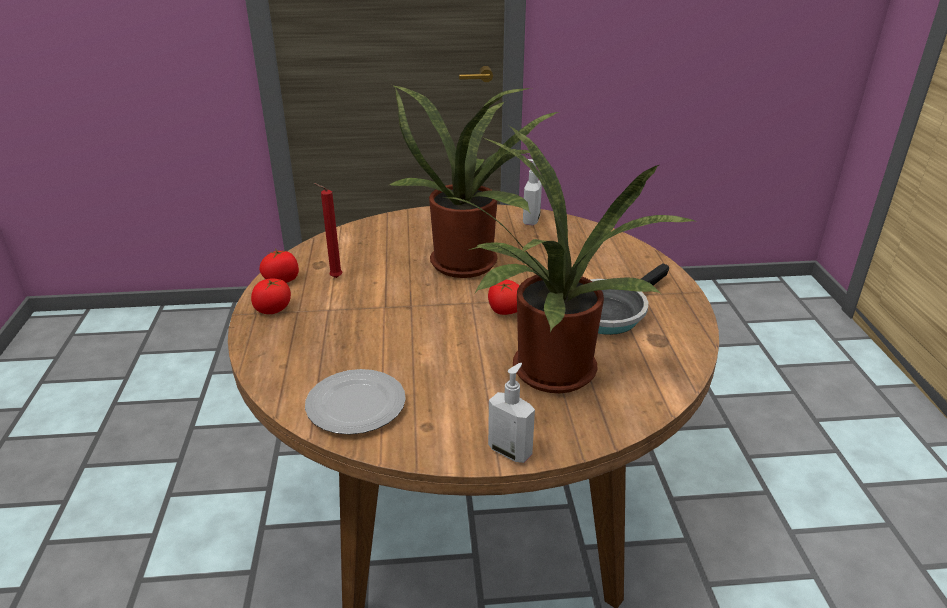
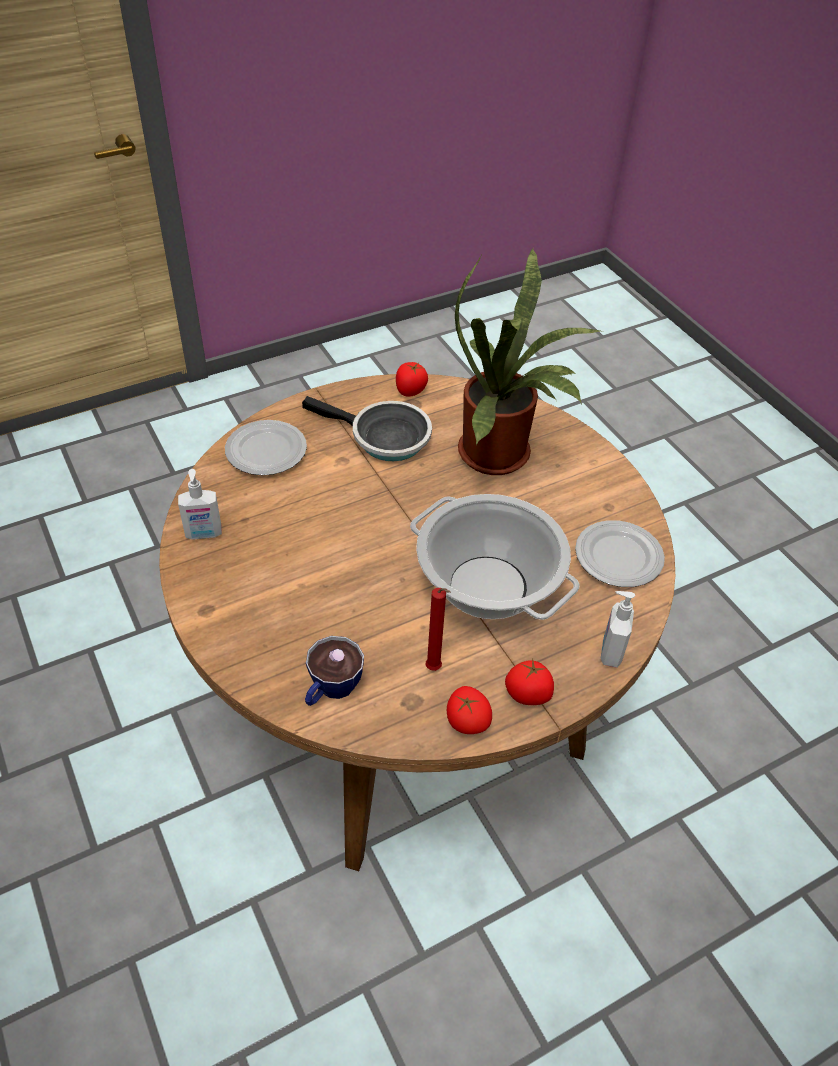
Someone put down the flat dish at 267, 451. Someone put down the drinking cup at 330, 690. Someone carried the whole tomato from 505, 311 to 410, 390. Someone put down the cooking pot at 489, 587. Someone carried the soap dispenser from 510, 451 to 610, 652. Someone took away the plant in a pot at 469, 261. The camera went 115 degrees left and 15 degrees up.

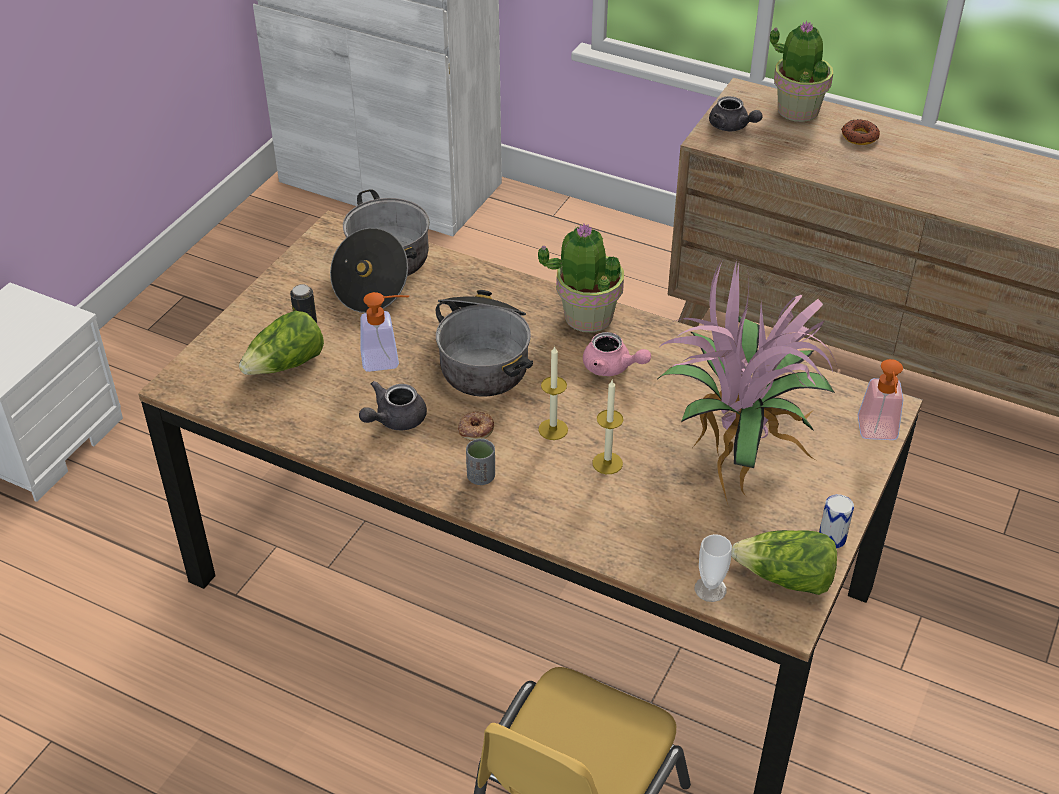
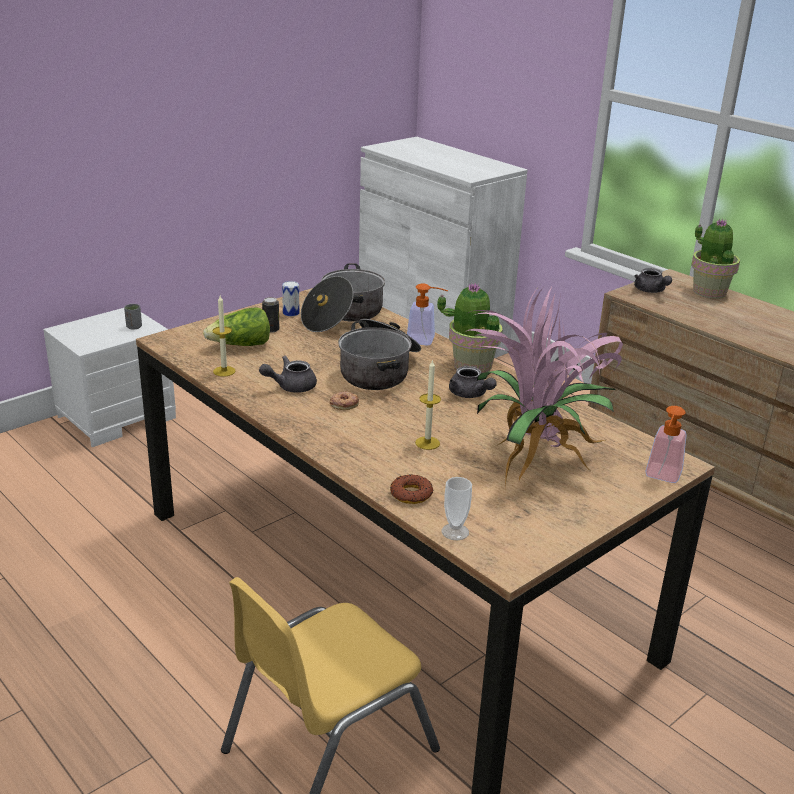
Someone carried the drinking cup/gray from 481, 477 to 134, 327. Someone carried the wax candle from 553, 429 to 224, 371. Someone carried the metal can from 832, 538 to 291, 313. Someone carried the donut from 859, 137 to 411, 494. Someone carried the soap dispenser from 388, 359 to 426, 341. Someone repainted the pot for tea/pink-coloured at 612, 367, which became the pot for tea/gray at 470, 395. Someone took away the lettuce at 786, 578. The camera went 20 degrees right and 15 degrees down.

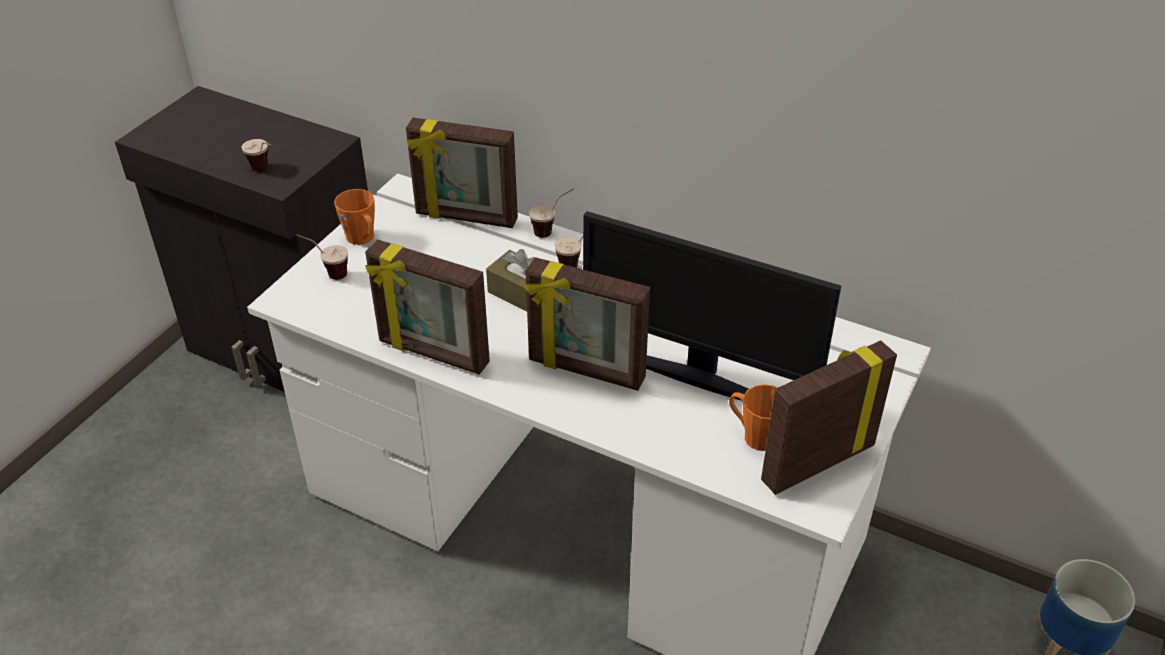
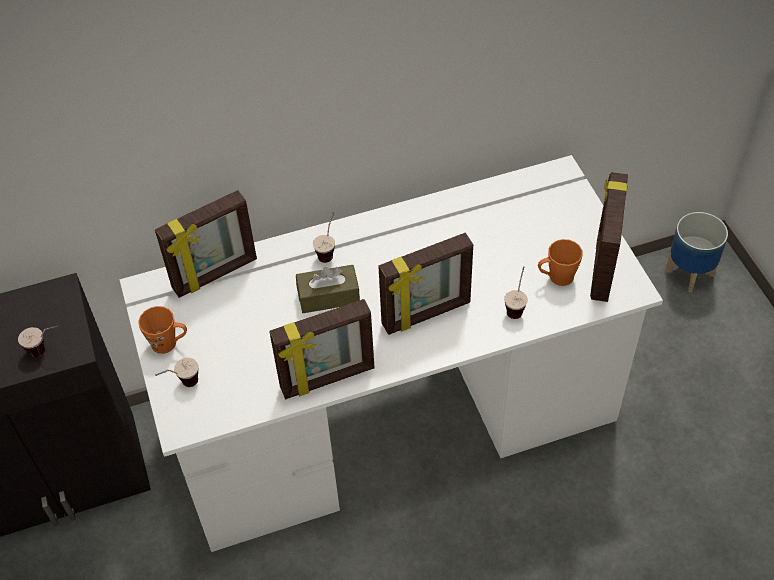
Someone carried the drinking cup from 552, 230 to 516, 305. Someone took away the computer display at 698, 376. The camera went 45 degrees left and 10 degrees up.

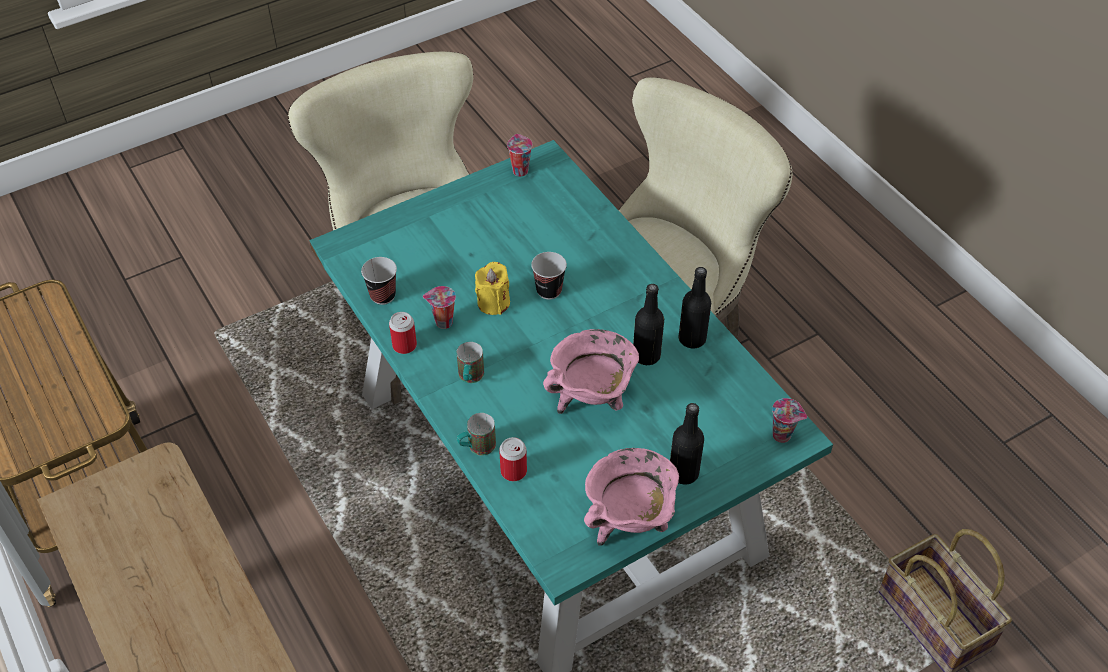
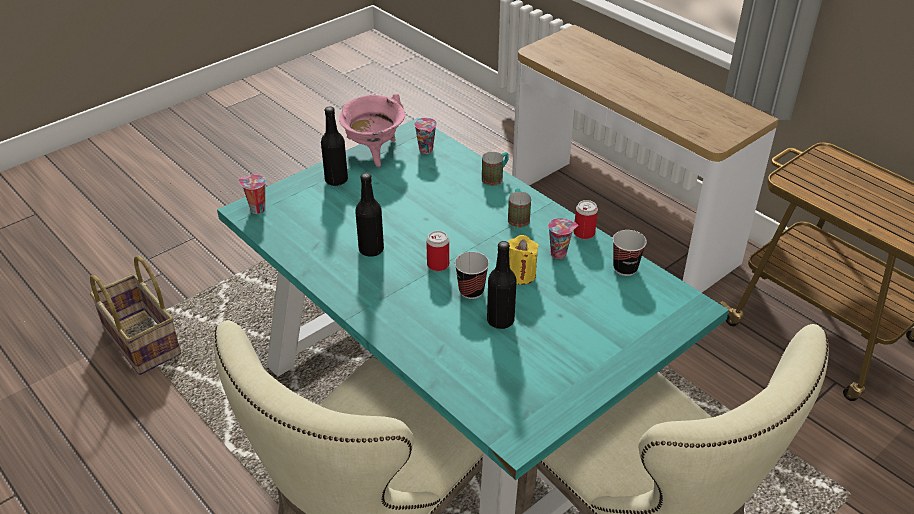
Someone carried the drinking cup from 519, 170 to 426, 150. Someone carried the metal can from 513, 471 to 438, 265. Someone carried the drink bottle/black from 692, 339 to 500, 320. Someone took away the cooking pot/pink-coloured at 592, 399. The camera went 170 degrees right and 10 degrees down.

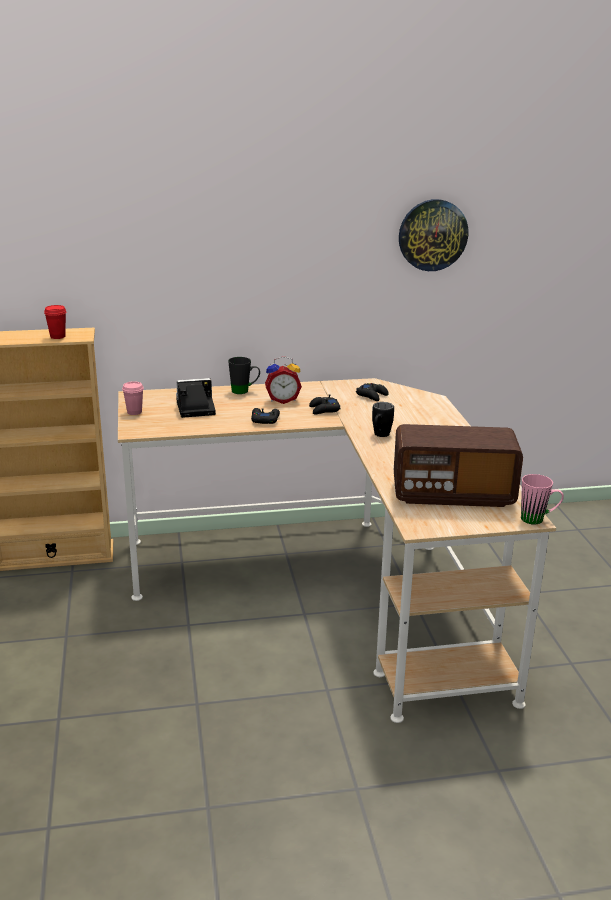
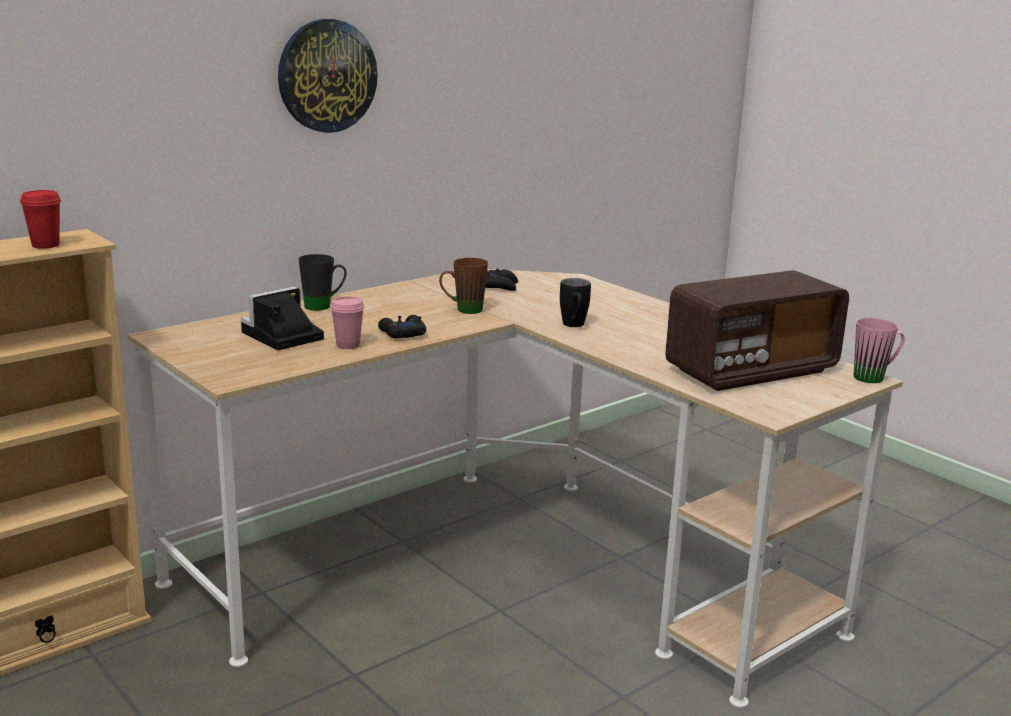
Someone carried the clock on the wall from 432, 235 to 326, 76. Someone carried the drinking cup/pink-coloured from 134, 412 to 348, 345. Someone swapped the gamepad/black at 324, 410 for the mug/brown-coloured at 462, 310. Someone took away the table clock at 282, 400. The camera went 30 degrees left and 5 degrees down.

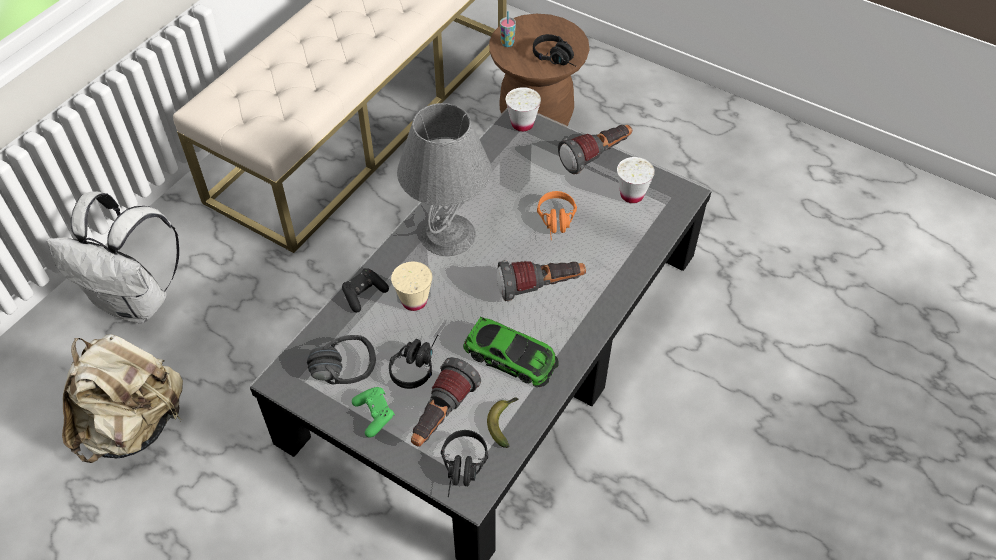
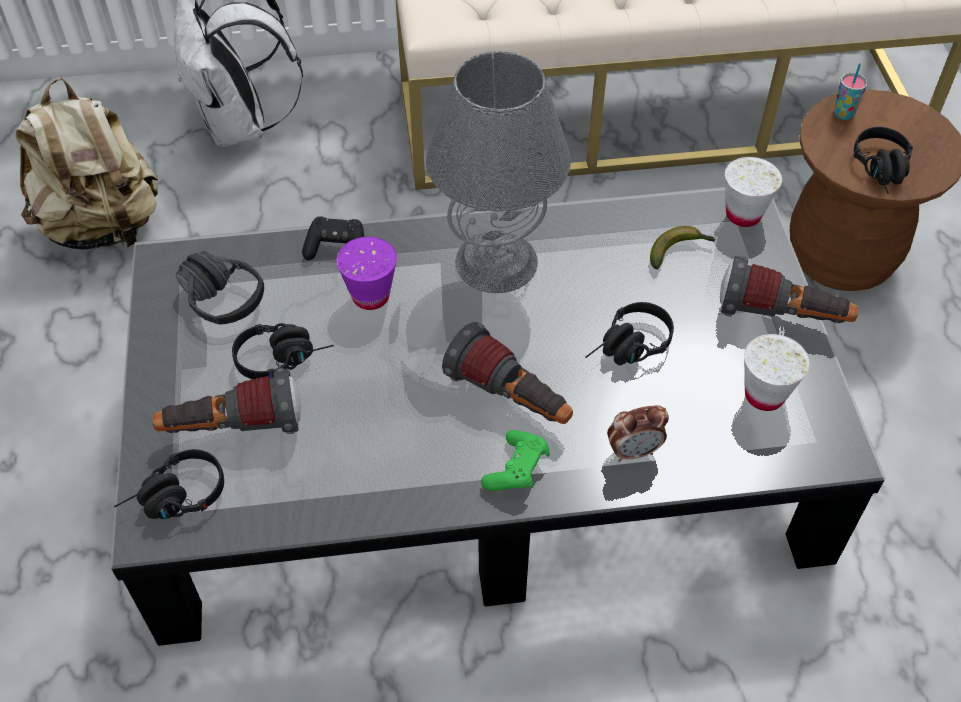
Someone repainted the drinking cup/beige at 414, 301, which became the drinking cup/purple at 370, 296. Someone carried the gamepad/green-coloured from 375, 415 to 517, 470. Someone repainted the pair of headphones/orangey at 557, 223, which became the pair of headphones/black at 628, 349. Someone put down the table clock at 634, 451. Someone carried the whole banana from 504, 422 to 679, 251. Someone took away the toy car at 511, 357. The camera went 50 degrees right and 0 degrees up.

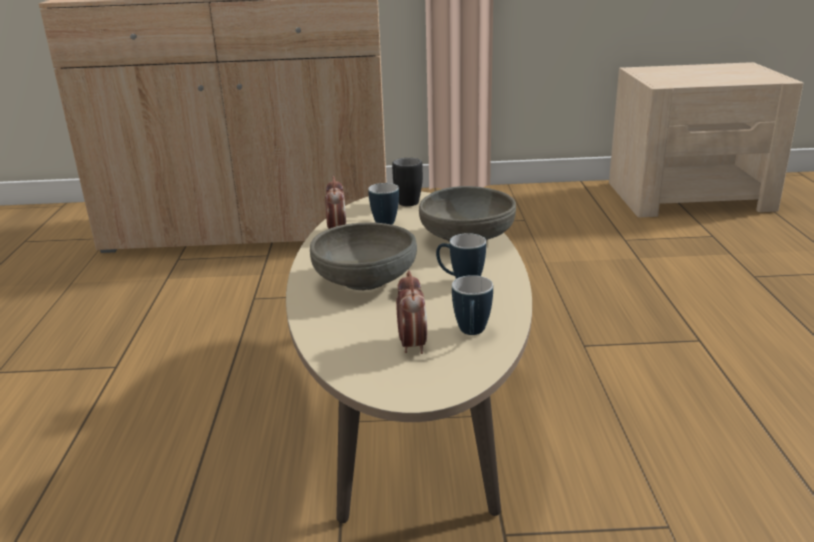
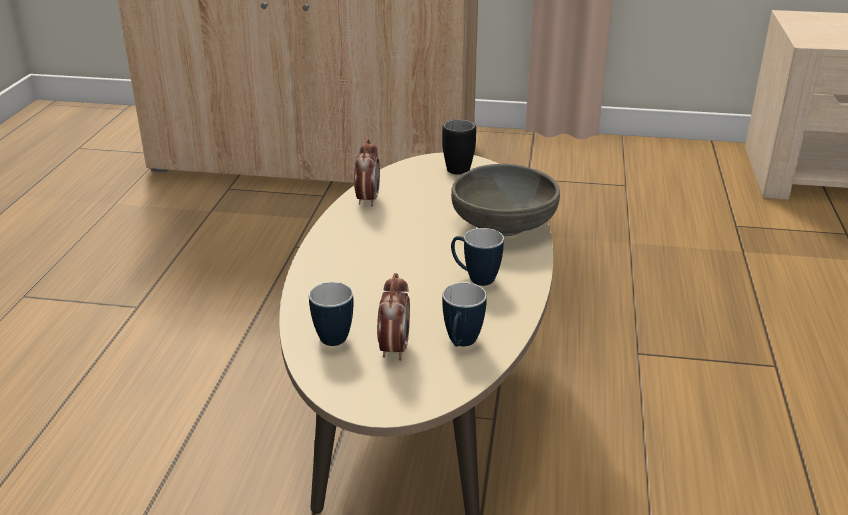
Someone carried the mug from 382, 221 to 331, 334. Someone took away the deep dish/gray at 365, 281. The camera went 10 degrees right and 5 degrees up.

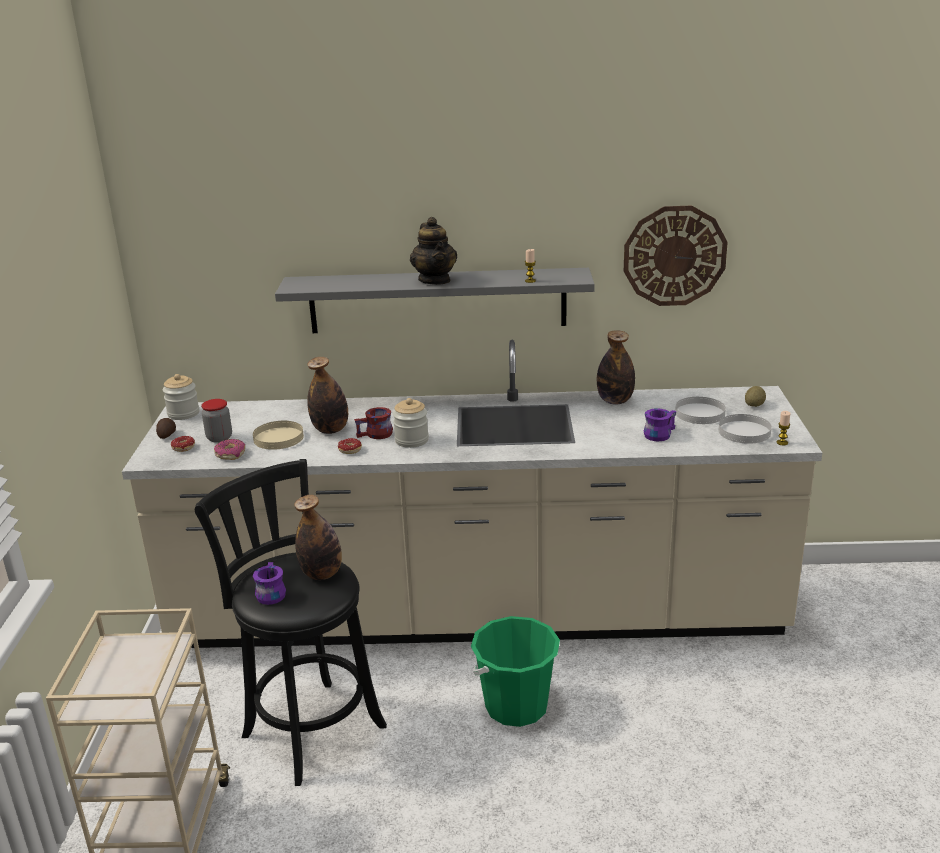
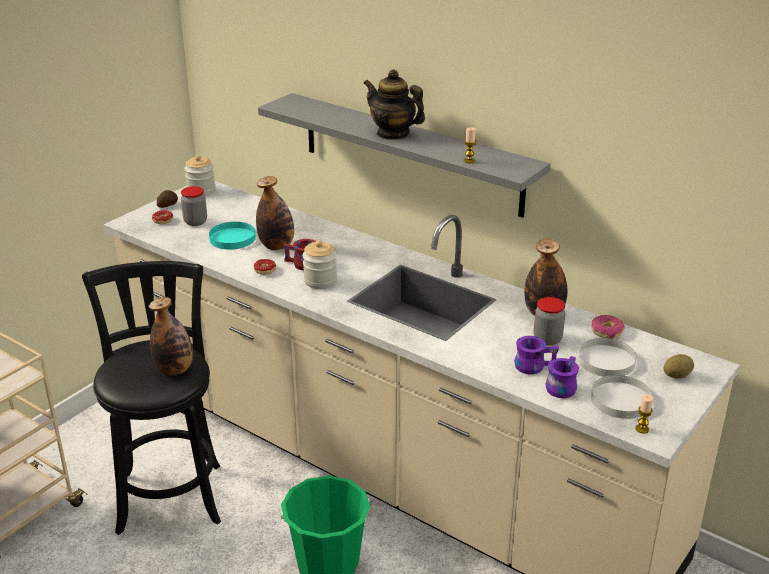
Someone repainted the flat dish/beige at 279, 438, which became the flat dish/blue-green at 233, 238. Someone rotated the pot for tea at 435, 280 by 105 degrees clockwise. Someone put down the storage jar at 547, 339. Someone carried the mug/purple from 269, 593 to 560, 386. Someone carried the donut from 230, 454 to 606, 331. Someone took away the clock on the wall at 674, 256. The camera went 35 degrees right and 5 degrees up.

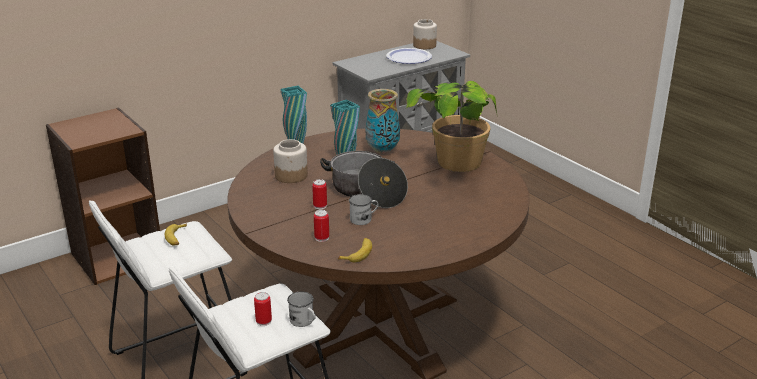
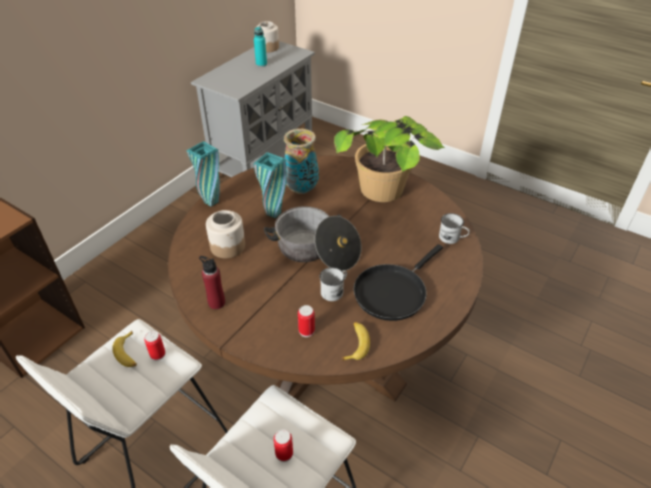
Someone carried the metal can from 320, 206 to 158, 354. Someone put down the drink bottle/red at 216, 302. Someone swapped the flat dish at 408, 57 for the drink bottle/blue-green at 261, 64. Someone put down the frying pan/black at 393, 292. Someone carried the mug/whitish from 304, 322 to 452, 238. The camera went 20 degrees left and 15 degrees up.

